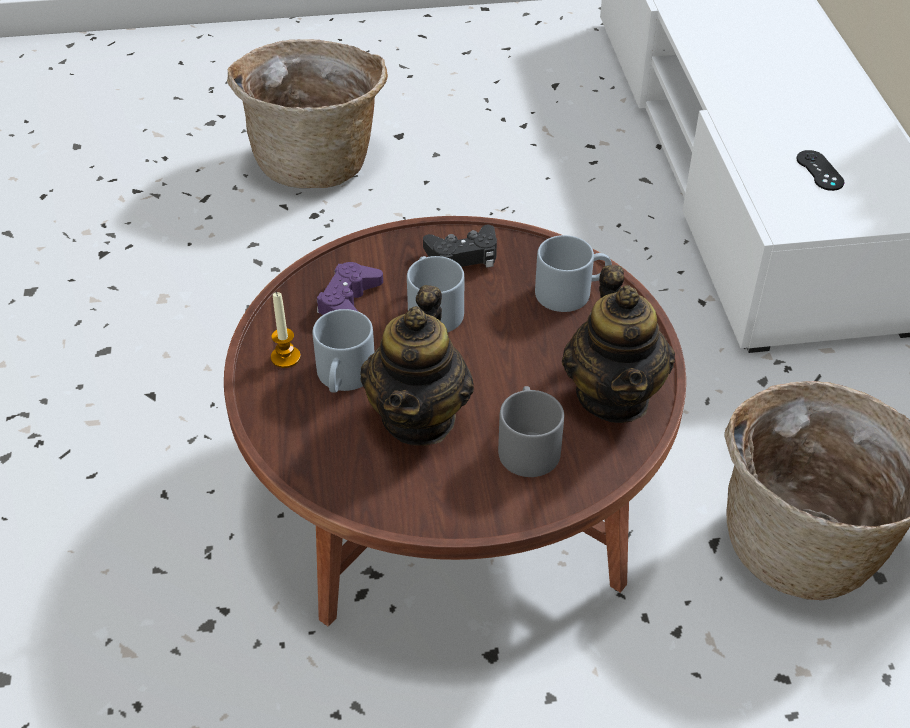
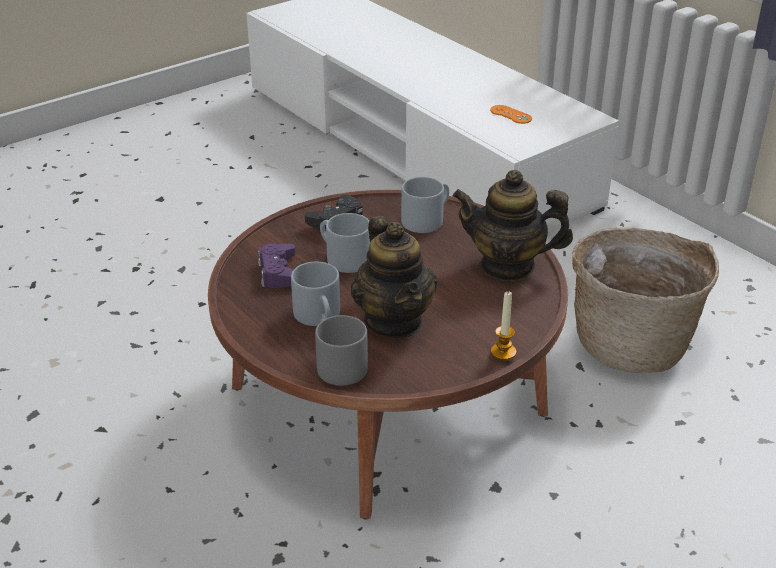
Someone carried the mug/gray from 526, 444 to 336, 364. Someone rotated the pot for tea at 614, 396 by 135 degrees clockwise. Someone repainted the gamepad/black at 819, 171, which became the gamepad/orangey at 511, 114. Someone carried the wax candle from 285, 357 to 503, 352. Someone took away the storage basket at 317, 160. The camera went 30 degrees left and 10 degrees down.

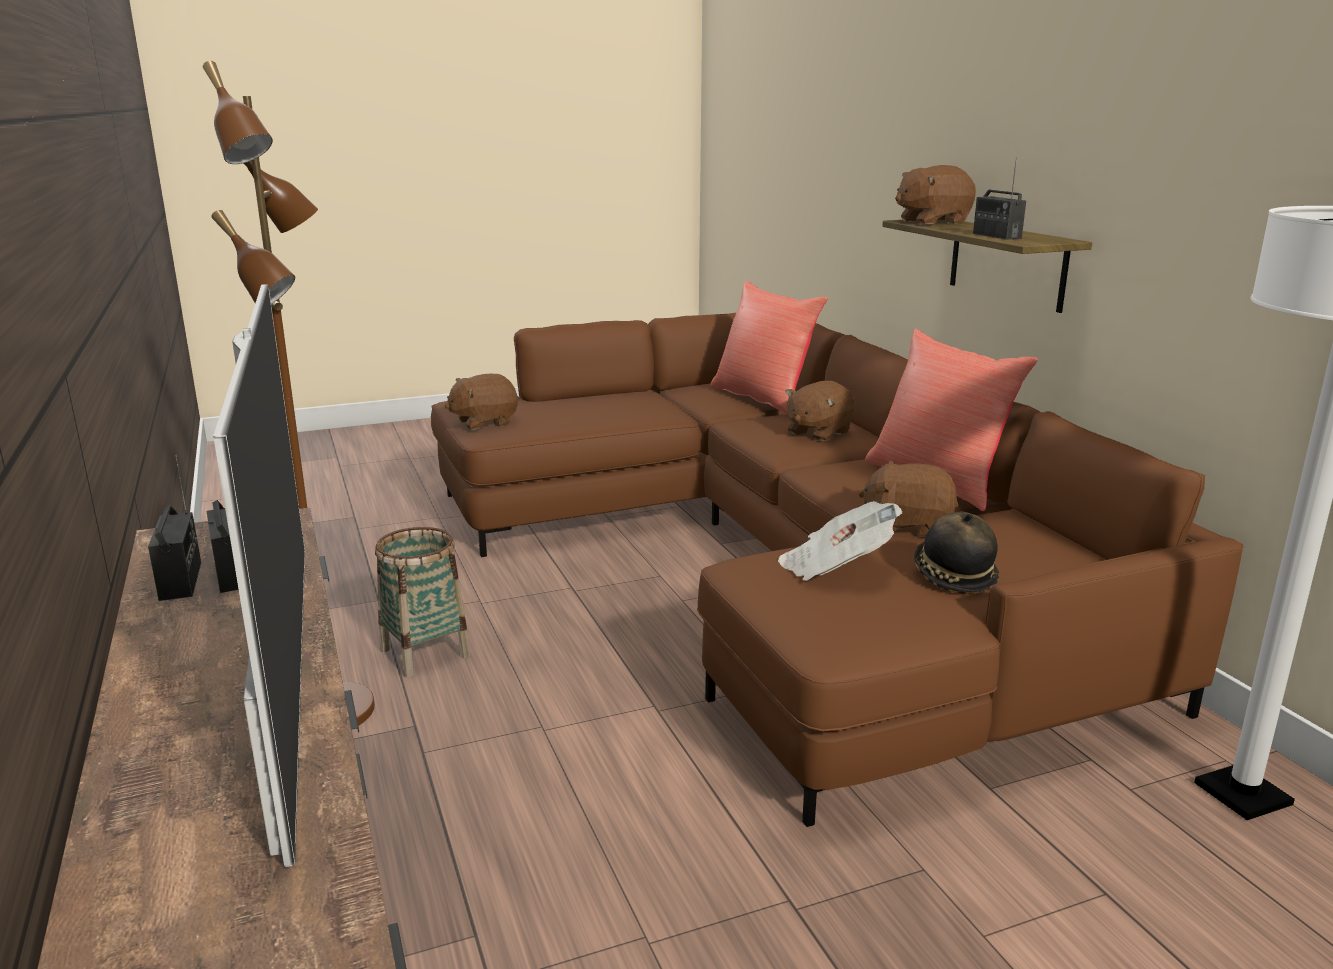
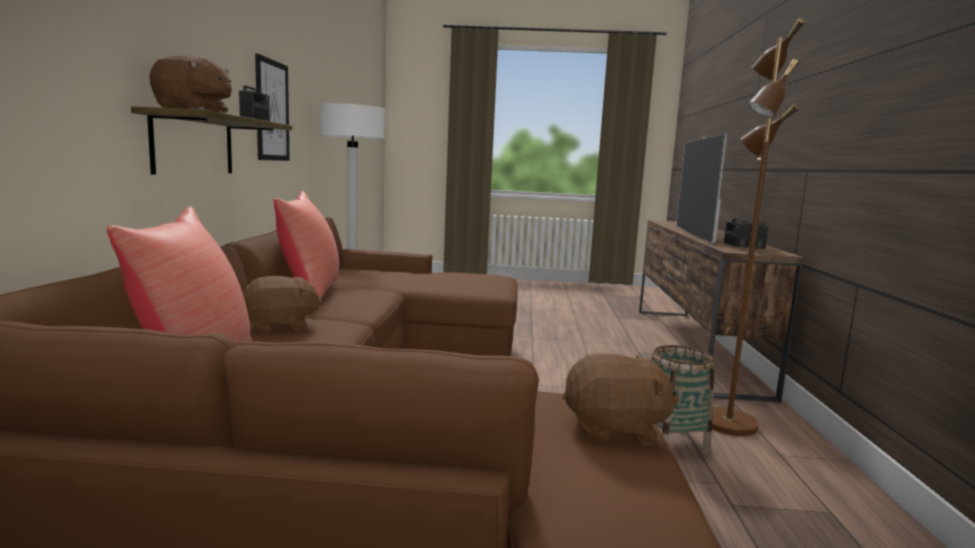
Someone put up the wall picture at 272, 111. Someone took away the printed paper at 836, 568. Someone took away the cuddly toy/brown-coloured at 908, 525. Someone took away the clothing hat at 952, 576. The camera went 155 degrees left and 10 degrees down.

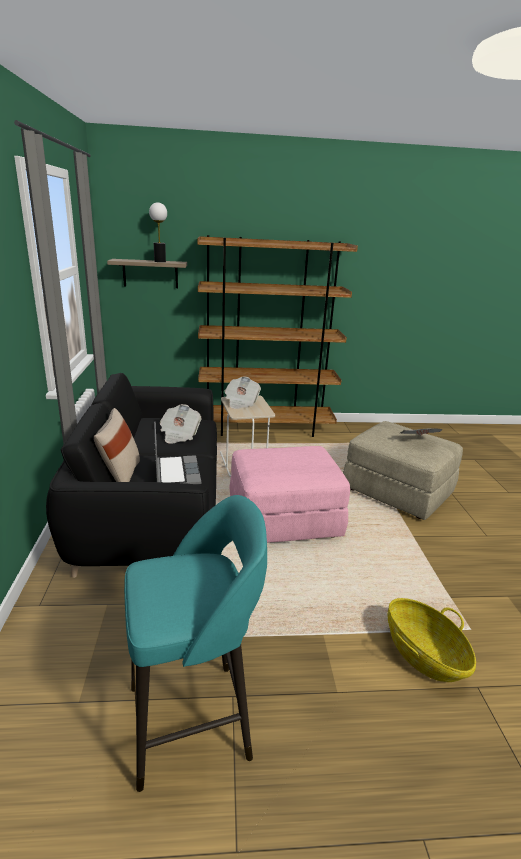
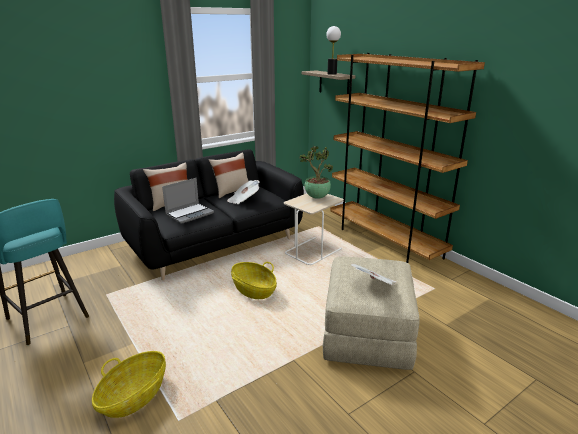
Someone put down the cushion/beige at 231, 192. Someone swapped the pouffe/pink-coloured at 284, 519 for the storage basket at 253, 290. Someone swapped the printed paper at 241, 402 for the plant in a pot at 316, 197. The camera went 60 degrees right and 0 degrees up.

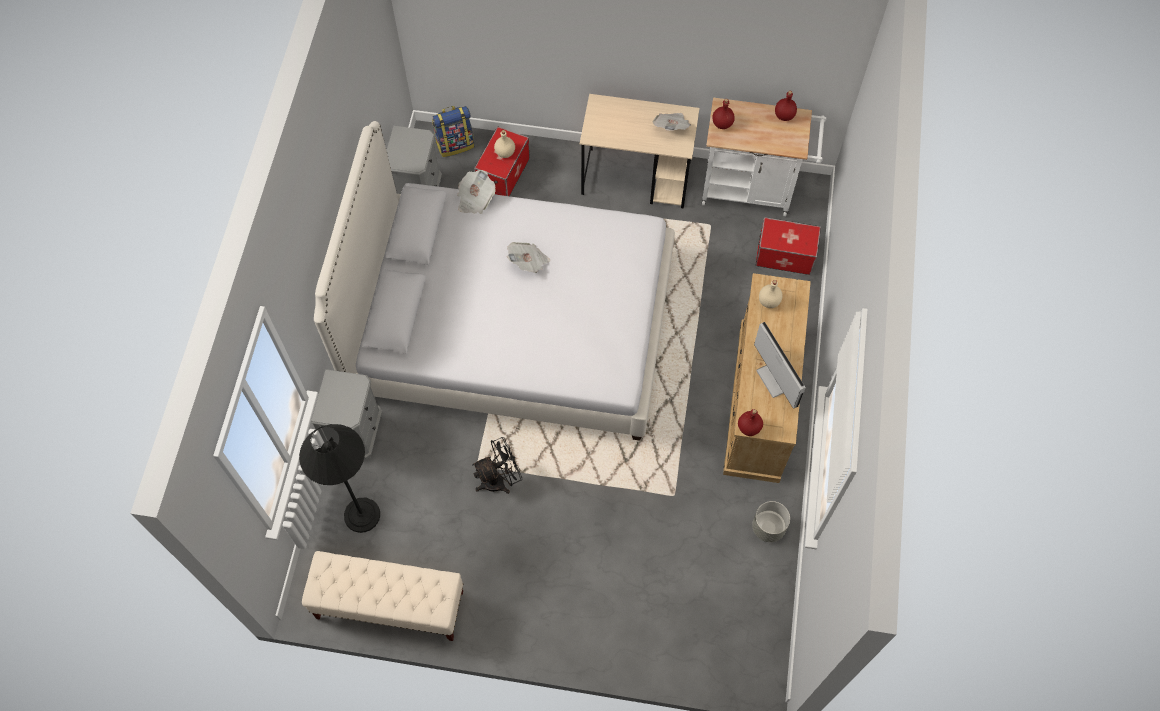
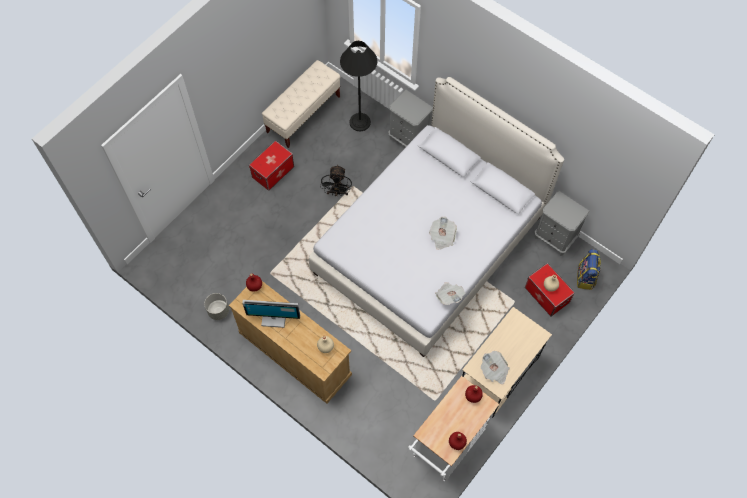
Someone carried the storage box from 784, 256 to 273, 171. Someone carried the printed paper from 475, 199 to 449, 296. The camera went 120 degrees right and 0 degrees up.

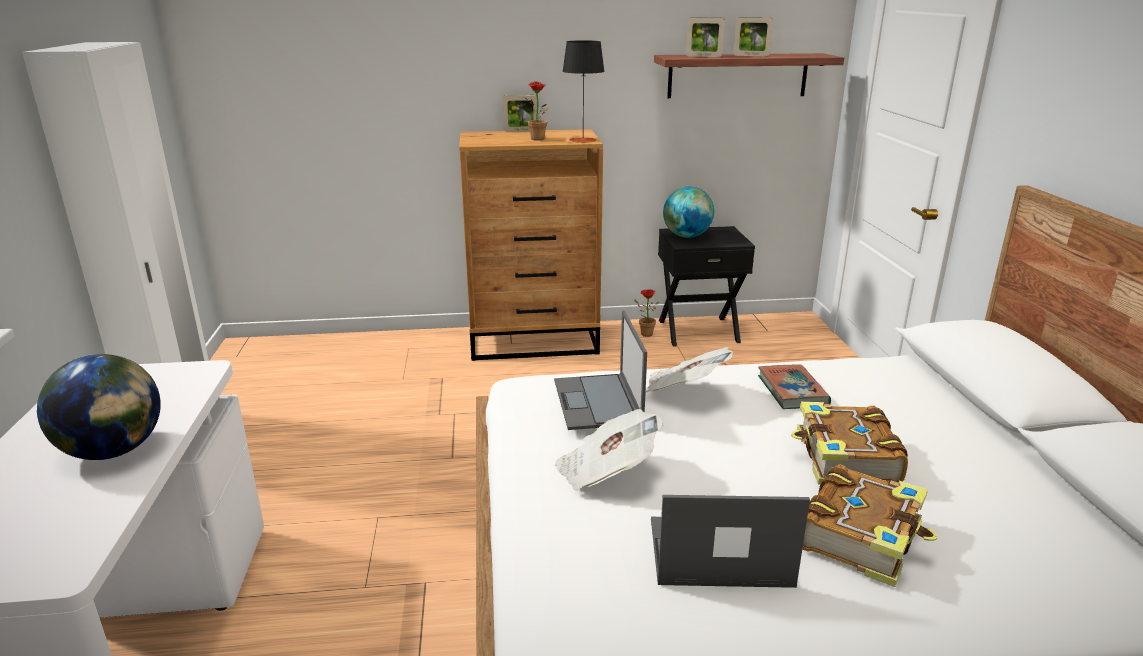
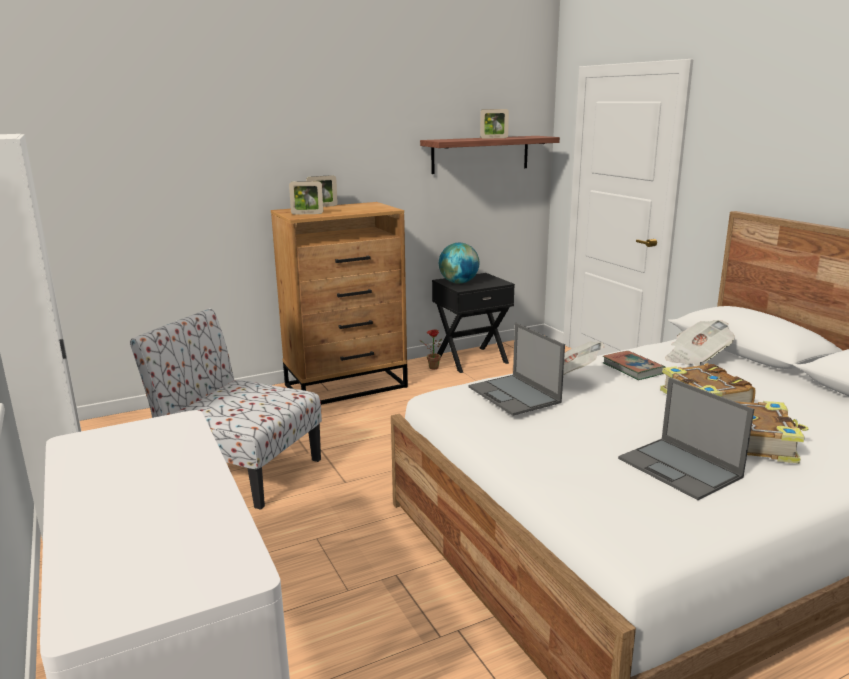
Someone put down the upright chair at 239, 470. Someone carried the picture frame from 703, 56 to 307, 214. Someone rotated the portable computer at 717, 553 by 105 degrees counterclockwise. Someone carried the printed paper from 606, 472 to 696, 358. Someone took away the world globe at 114, 451. Someone took away the plant in a pot at 539, 139. Someone took away the lamp for a table/black at 583, 140. The camera went 20 degrees left and 5 degrees down.

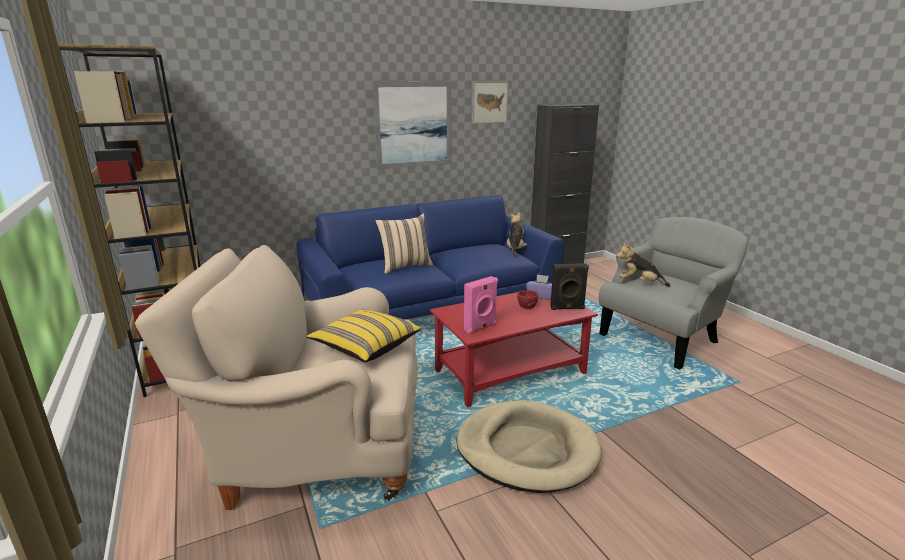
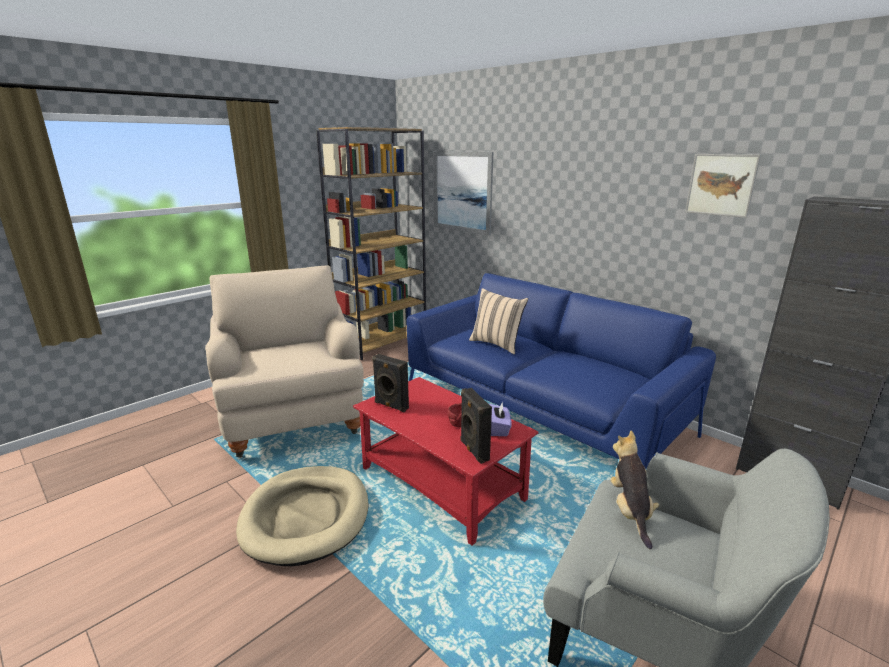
Someone repainted the loudspeaker/pink-coloured at 481, 327, which became the loudspeaker/black at 390, 406. Someone carried the wall picture from 413, 125 to 462, 192. Someone took away the cushion/yellow at 365, 347. Someone took away the cuddly toy at 515, 250. The camera went 70 degrees right and 0 degrees up.

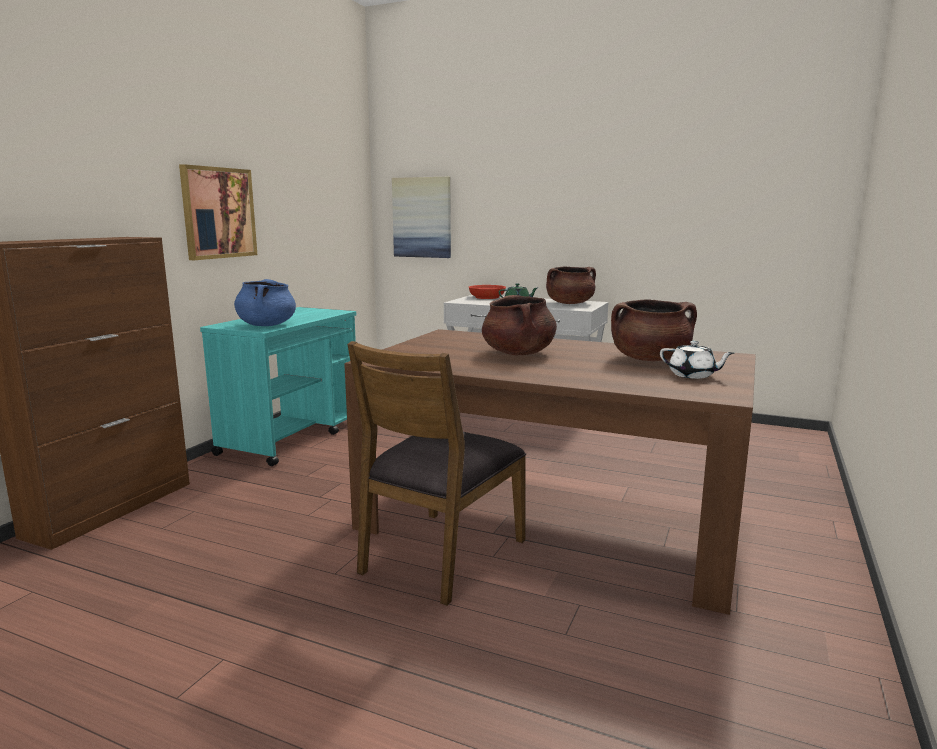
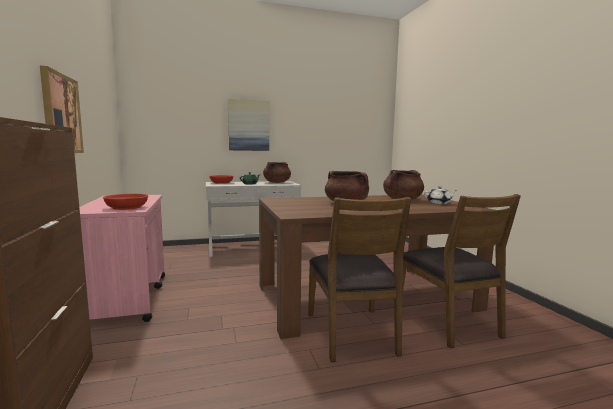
Someone repainted the wheeled cart/blue-green at 292, 437, which became the wheeled cart/pink-coloured at 128, 298. Someone swapped the cooking pot/blue at 266, 325 for the deep dish/red at 126, 207. Someone carried the wall picture from 422, 217 to 248, 125. Someone put down the upright chair/brown-coloured at 447, 321. The camera went 40 degrees left and 5 degrees down.

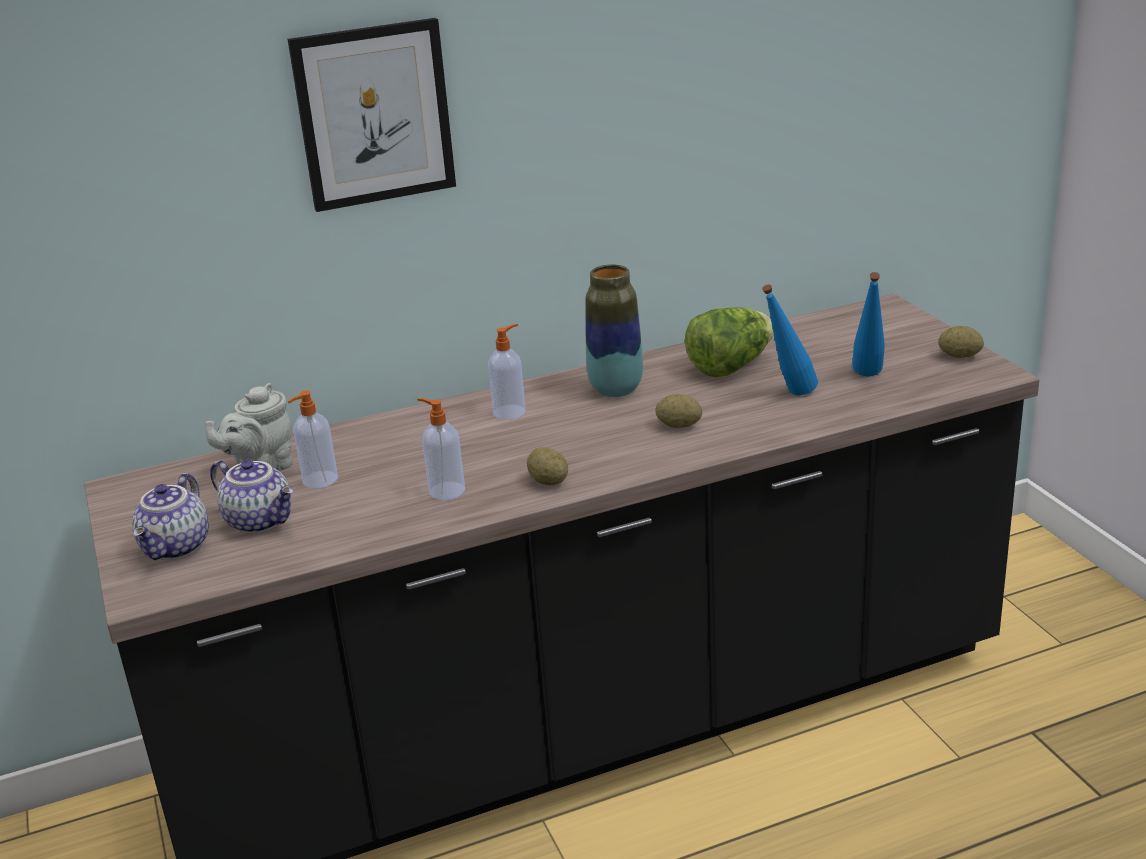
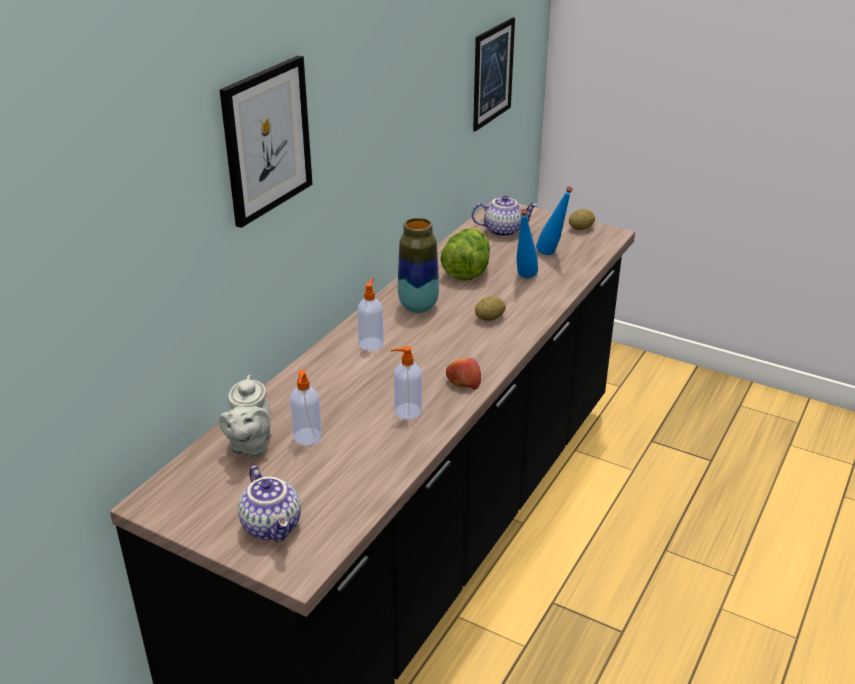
Someone swapped the potato at 548, 481 for the apple at 463, 381. Someone carried the pot for tea from 261, 520 to 503, 230. Someone put up the wall picture at 493, 74. The camera went 40 degrees left and 5 degrees up.

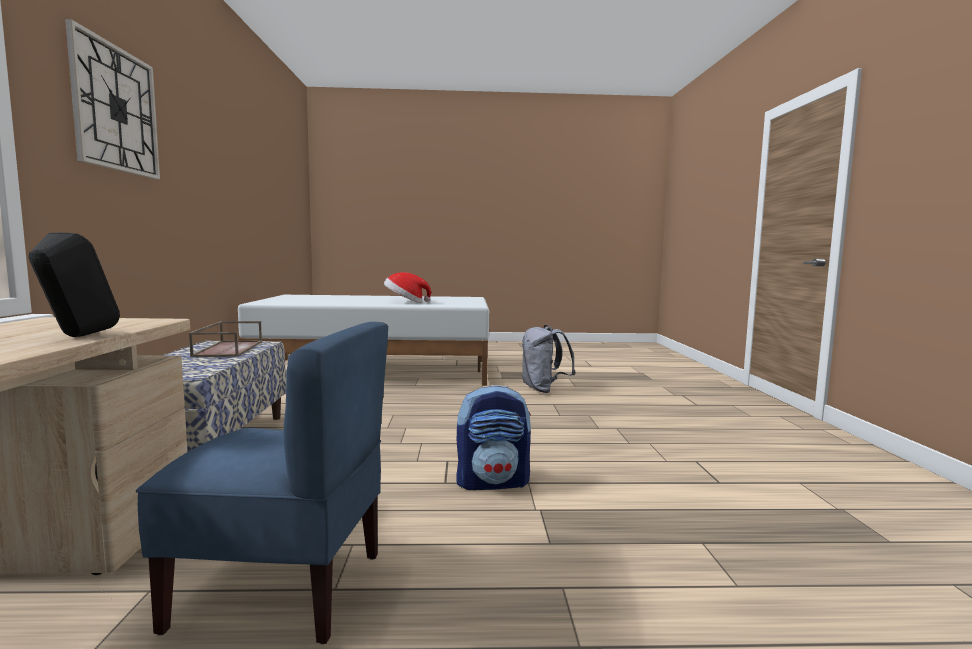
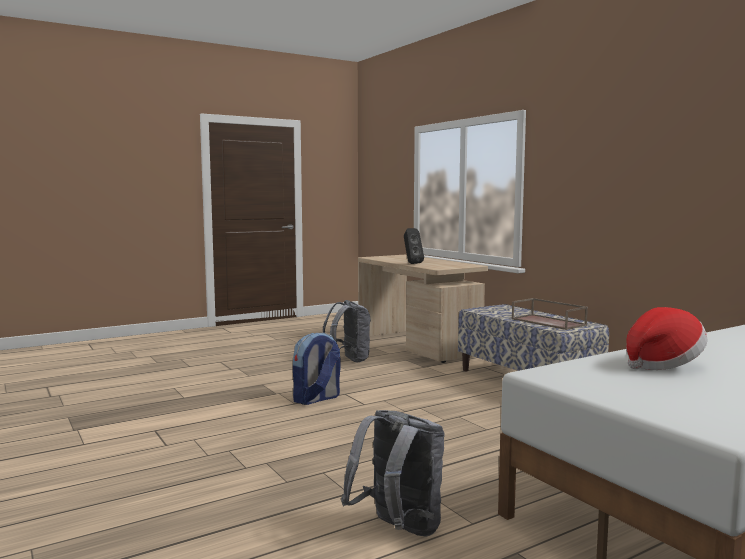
Someone swapped the upright chair/blue at 282, 588 for the backpack/gray at 349, 360. Someone took away the clock on the wall at 115, 109. The camera went 150 degrees right and 0 degrees up.

